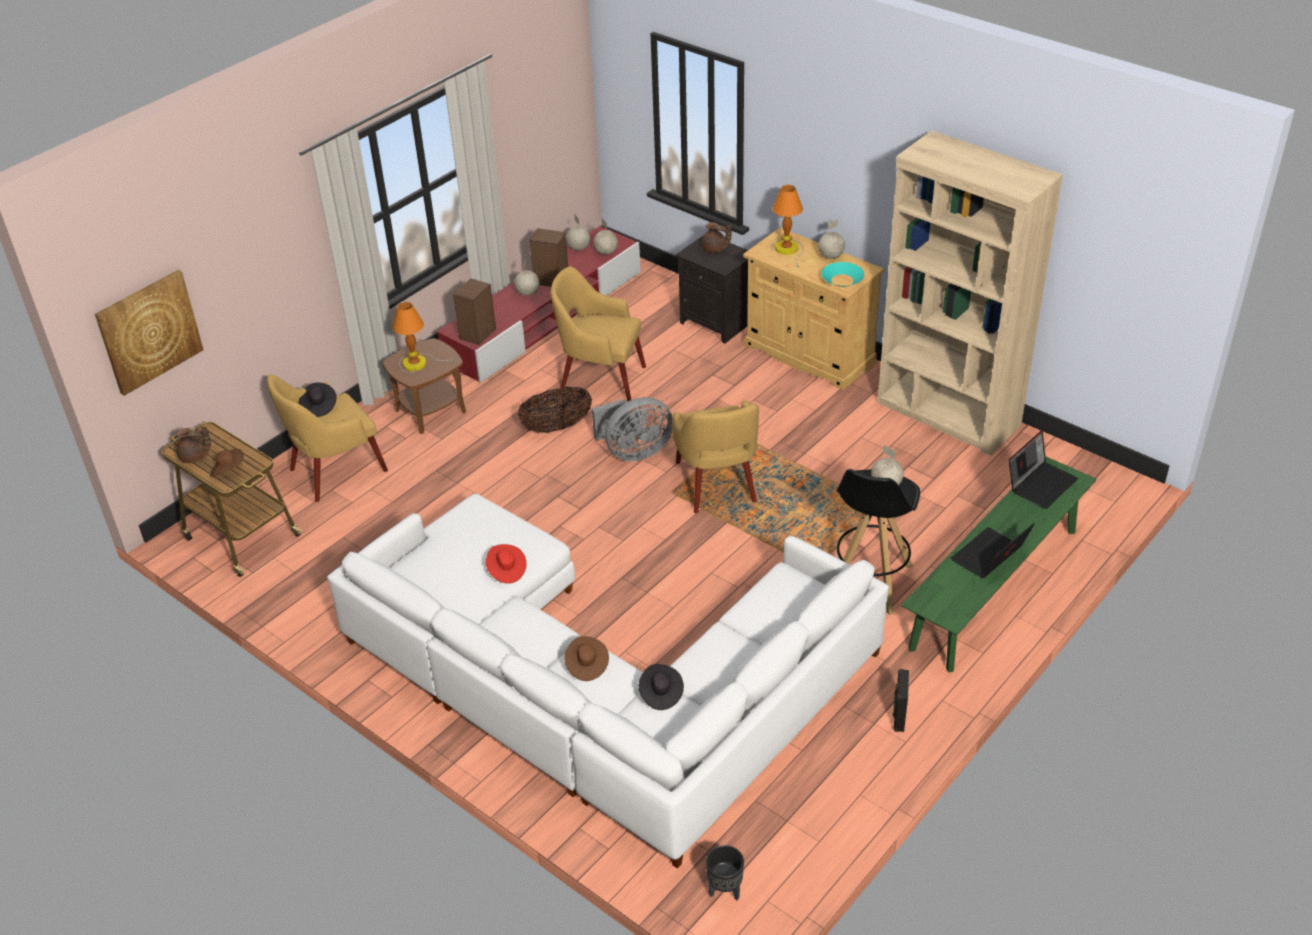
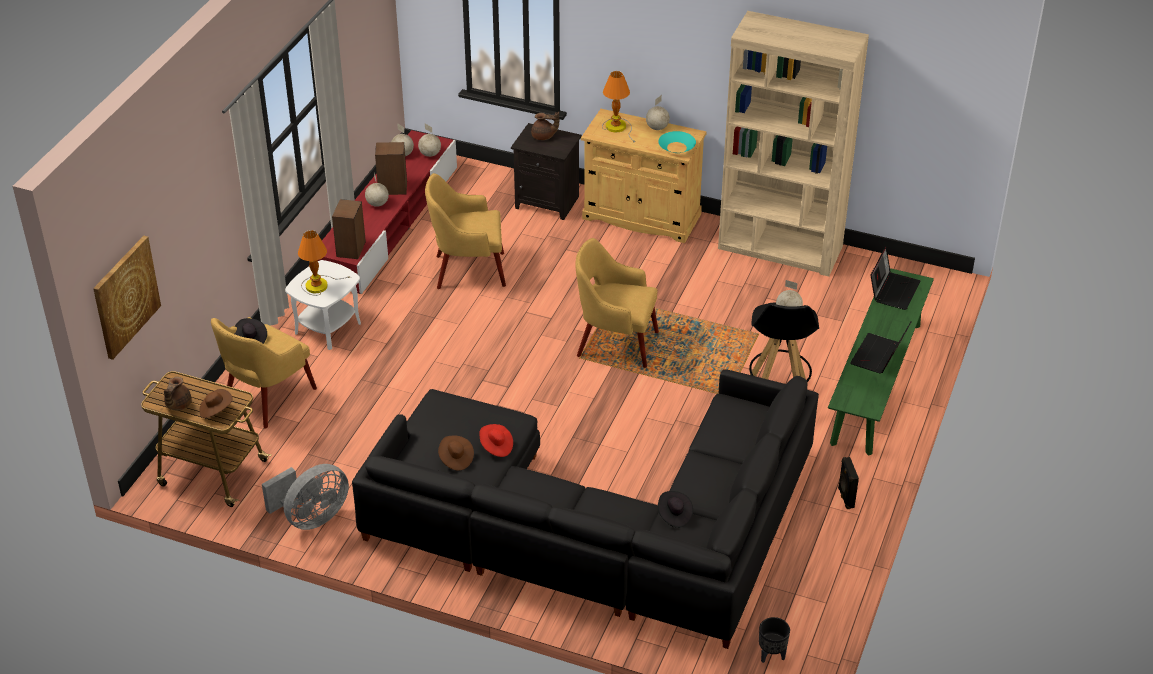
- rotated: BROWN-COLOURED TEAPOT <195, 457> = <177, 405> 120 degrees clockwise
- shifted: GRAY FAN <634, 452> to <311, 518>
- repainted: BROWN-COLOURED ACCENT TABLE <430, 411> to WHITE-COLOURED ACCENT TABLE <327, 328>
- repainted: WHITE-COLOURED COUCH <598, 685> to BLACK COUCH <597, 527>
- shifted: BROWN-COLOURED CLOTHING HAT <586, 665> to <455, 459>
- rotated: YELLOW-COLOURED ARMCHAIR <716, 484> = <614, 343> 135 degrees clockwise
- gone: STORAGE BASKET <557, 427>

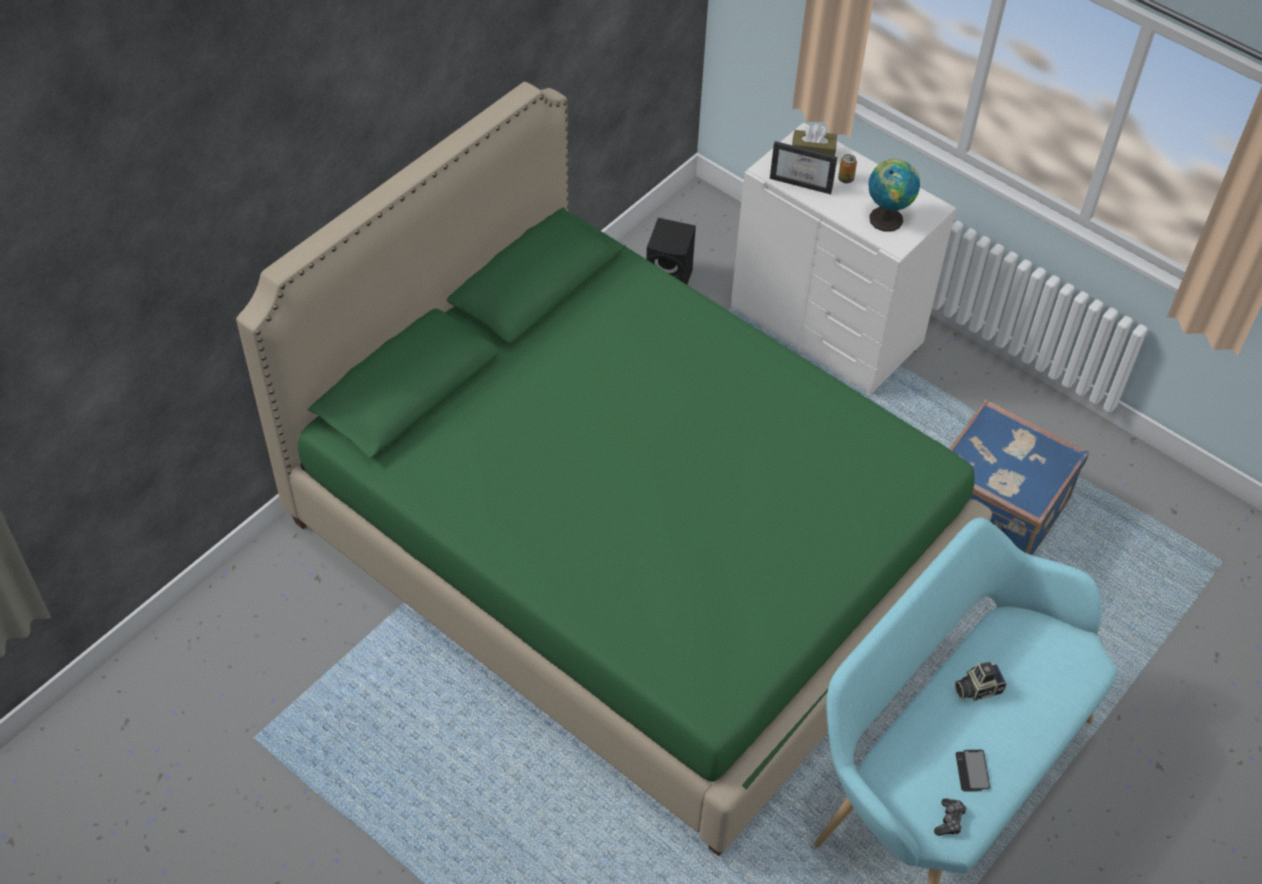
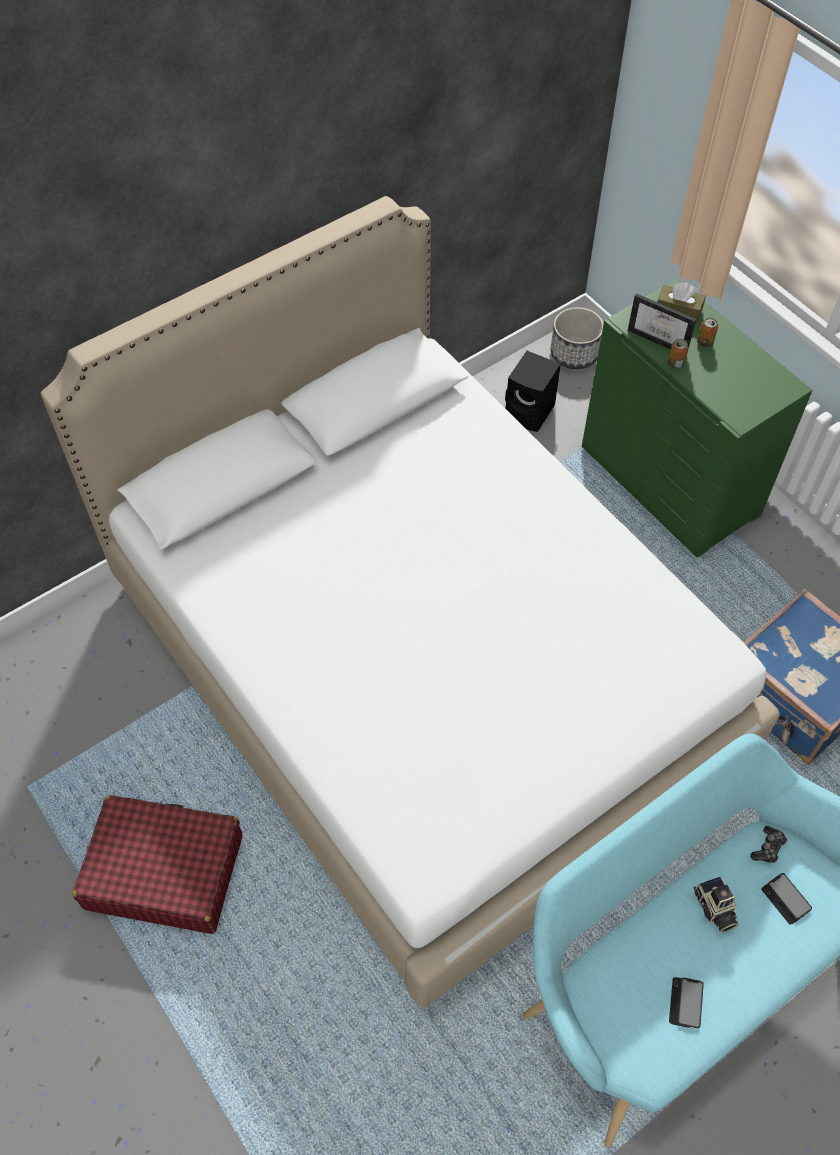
- repainted: GREEN-COLOURED BED <625, 550> to WHITE-COLOURED BED <419, 670>
- new: RED-COLOURED TRAVEL CASE <164, 871>
- new: FLOWER POT <574, 353>
- repainted: WHITE-COLOURED CHEST OF DRAWERS <827, 326> to GREEN-COLOURED CHEST OF DRAWERS <671, 481>
- new: SEALED CAN <675, 364>
- rotated: PHOTO CAMERA <977, 688> = <714, 909> 105 degrees counterclockwise
- shifted: JOYPAD <949, 820> to <768, 848>
- new: PHONE <786, 899>
- gone: WORLD GLOBE <887, 218>

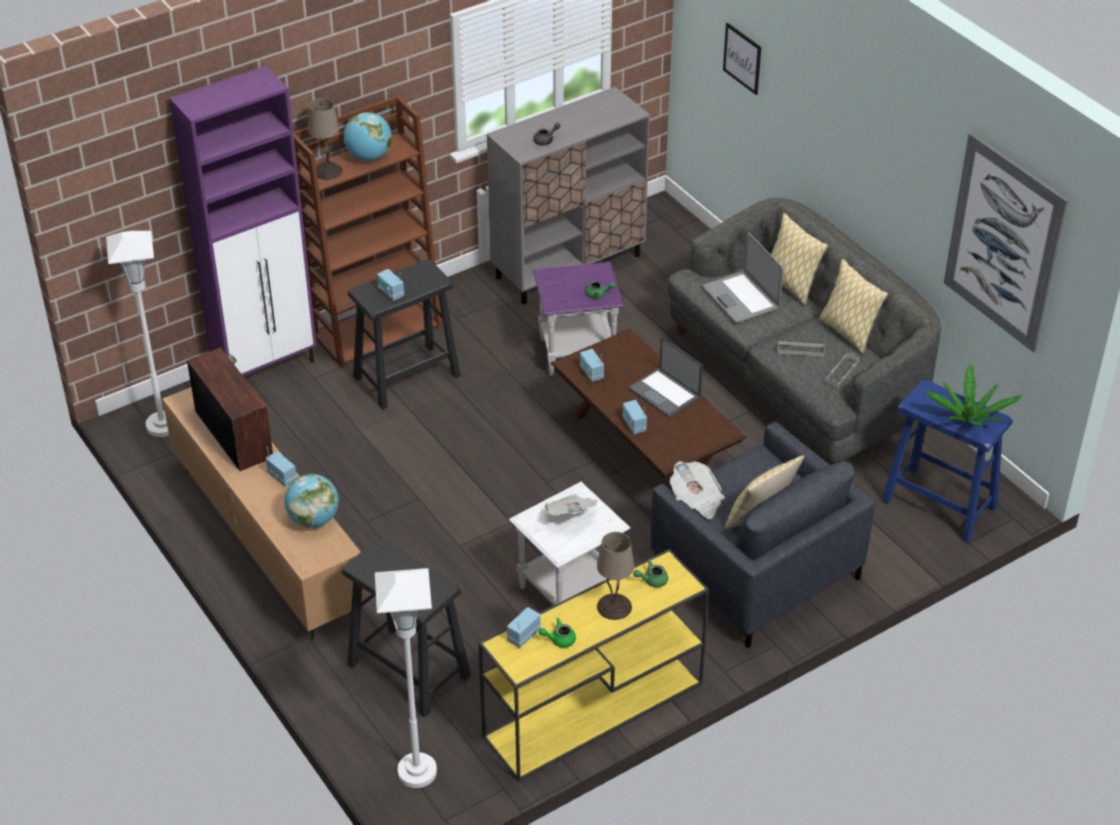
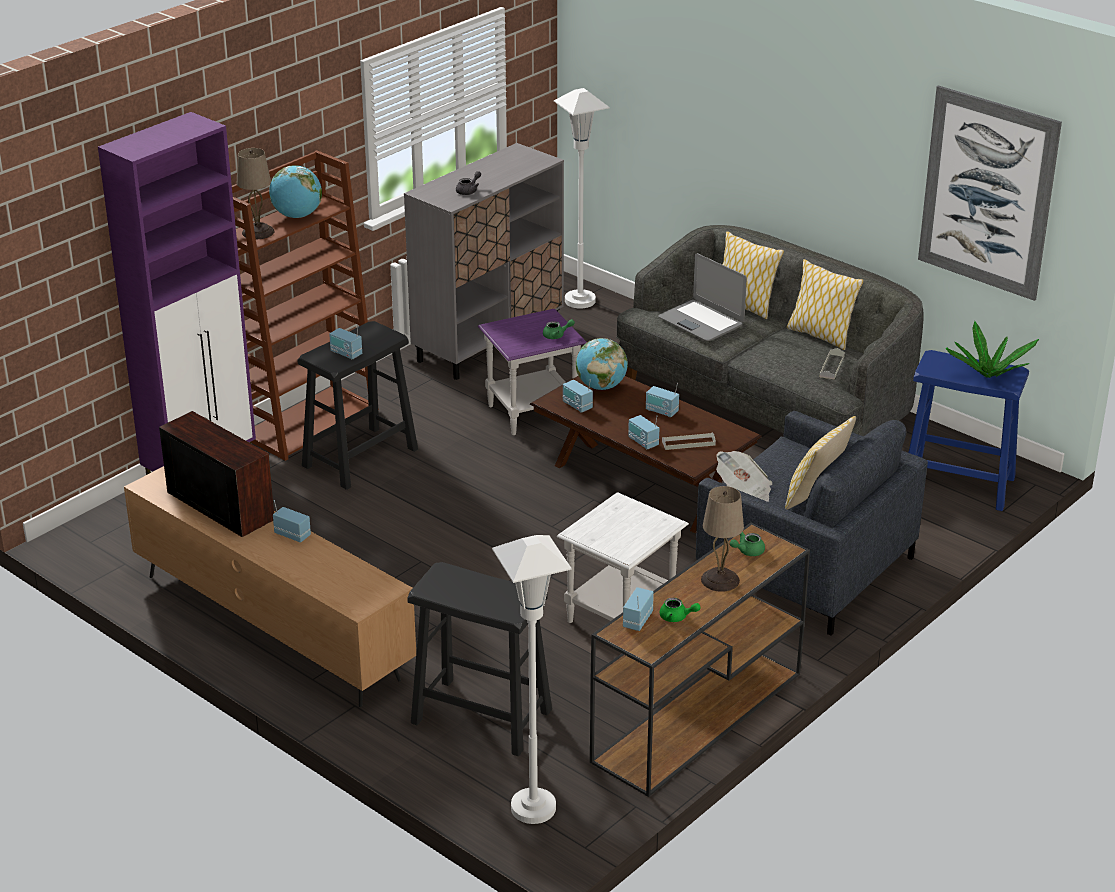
- shifted: WHITE-COLOURED STANDING LAMP <163, 425> to <580, 301>
- shifted: WORLD GLOBE <313, 520> to <601, 386>
- repainted: YELLOW-COLOURED CONSOLE TABLE <591, 711> to BROWN-COLOURED CONSOLE TABLE <696, 719>
- swapped: PORTABLE COMPUTER <665, 393> to RADIO <661, 411>
- rotated: GREEN-COLOURED TEAPOT <559, 639> = <677, 617> 135 degrees counterclockwise
- shifted: GRAY TRAY <801, 350> to <688, 443>
- gone: DAILY PAPER <570, 515>
- gone: PICTURE <742, 58>

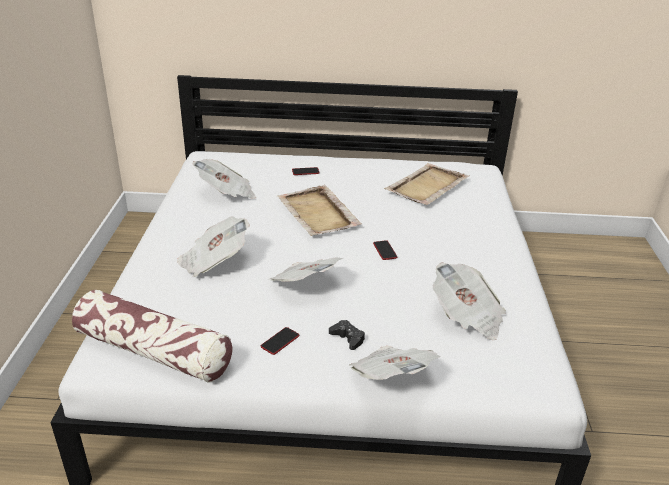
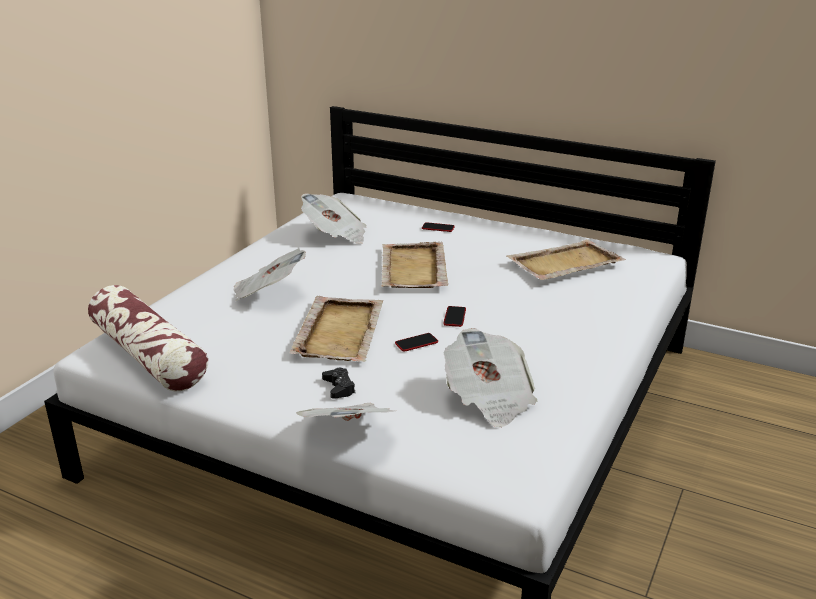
- swapped: DAILY PAPER <305, 285> to SAND-COLOURED TRAY <339, 331>
- shifted: PHONE <280, 341> to <416, 343>

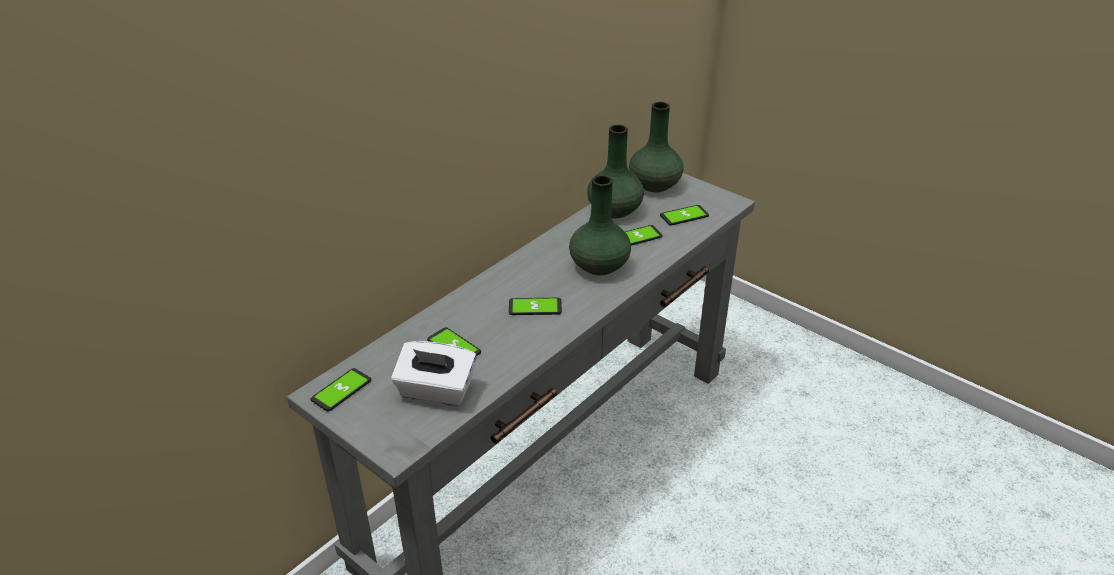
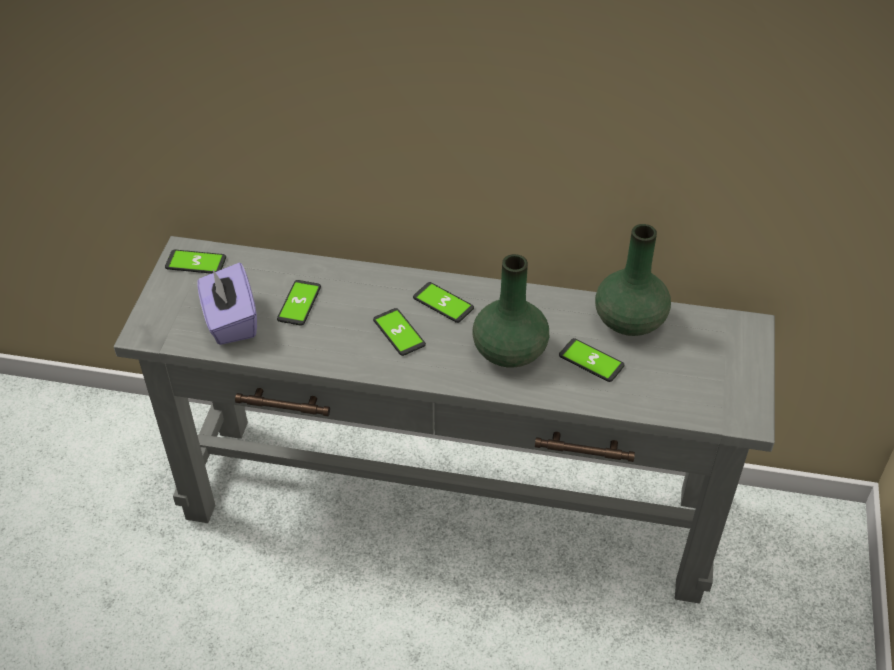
- repainted: WHITE-COLOURED TISSUE BOX <436, 391> to PURPLE TISSUE BOX <230, 321>
- shifted: PHONE <684, 216> to <443, 303>
- gone: GREEN-COLOURED DECORATIVE VASE <655, 185>

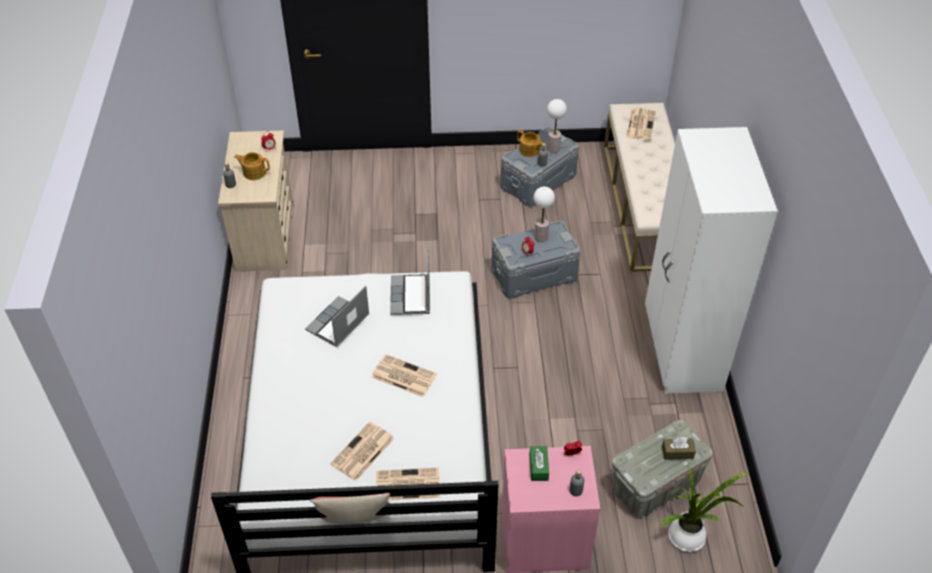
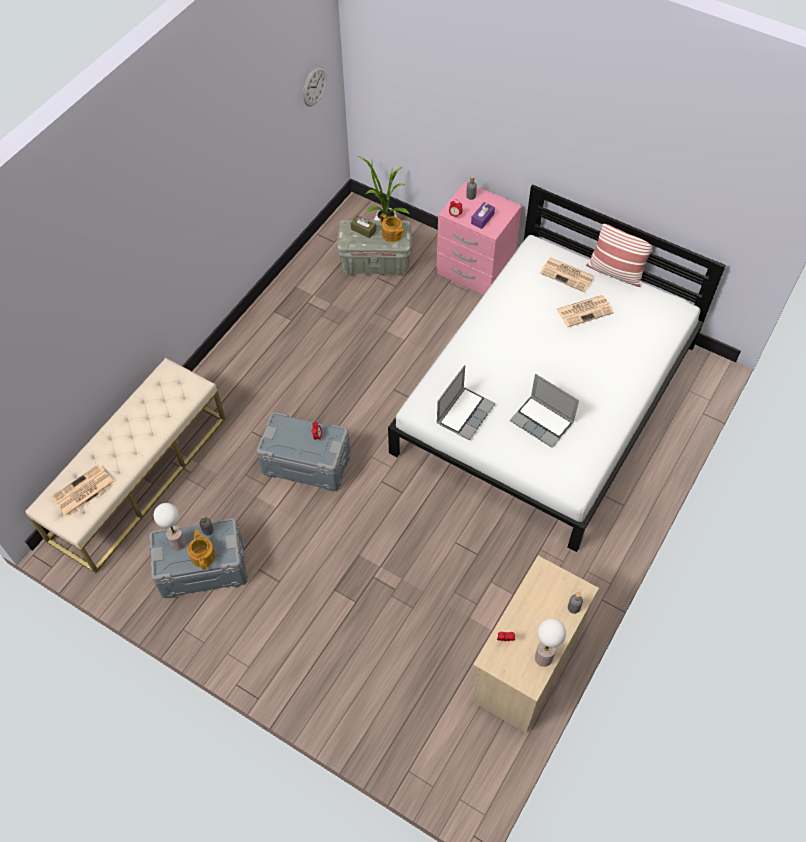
- new: WALL CLOCK <314, 86>
- shifted: TEAPOT <254, 172> to <392, 235>
- repainted: GREEN-COLOURED TISSUE BOX <538, 467> to PURPLE TISSUE BOX <482, 219>
- rotated: PORTABLE COMPUTER <338, 324> = <543, 422> 60 degrees clockwise
- shifted: TABLE LAMP <541, 237> to <543, 658>
- gone: DAILY PAPER <403, 376>
- gone: WHITE-COLOURED CLOTHES CUPBOARD <681, 350>

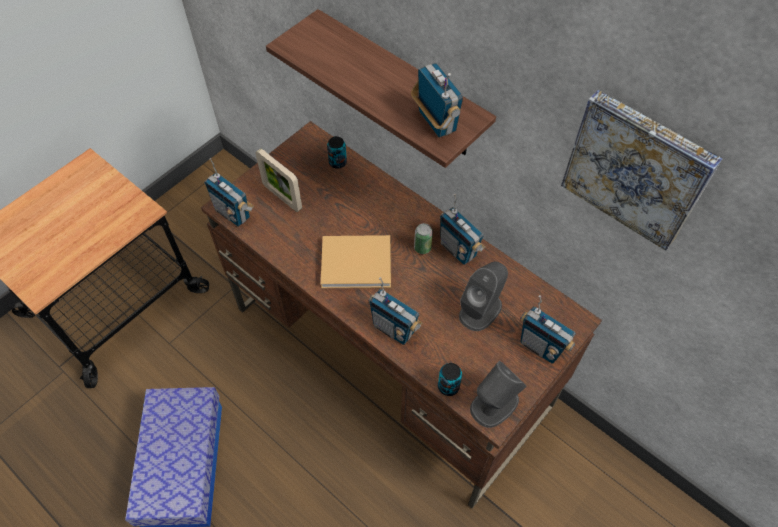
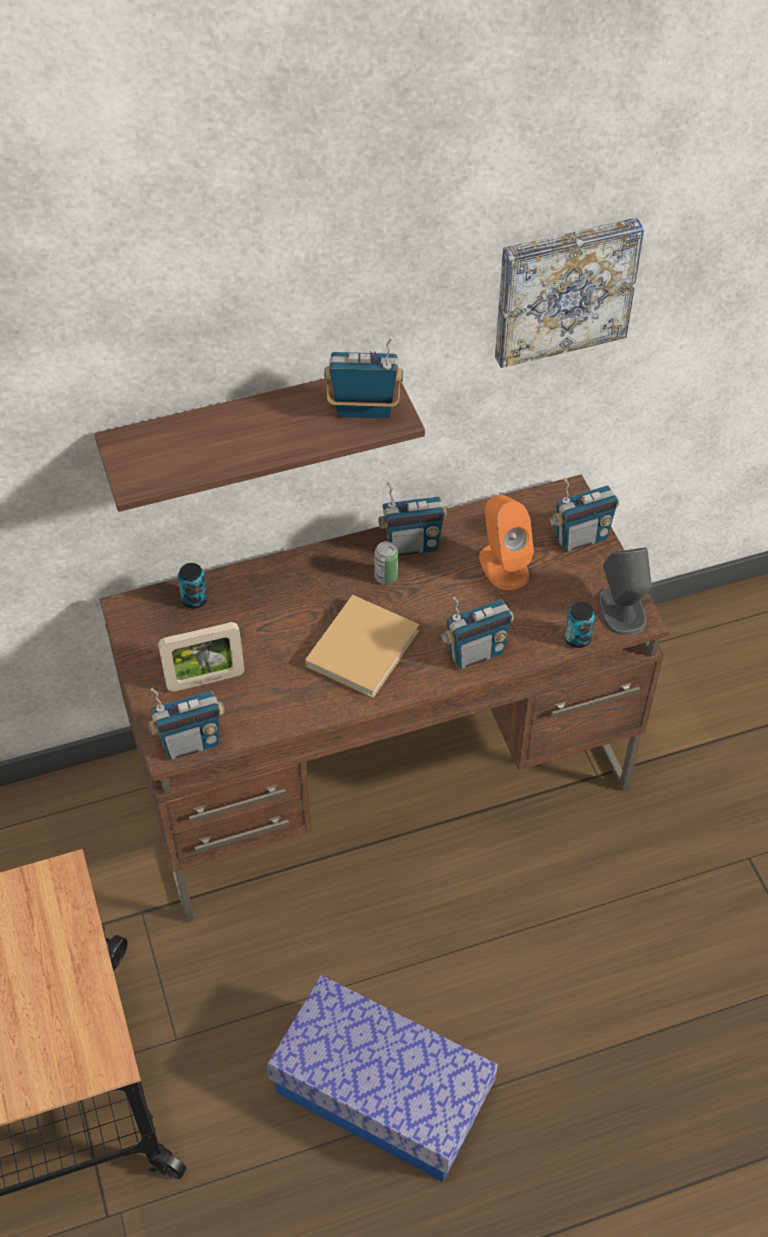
- repainted: GRAY SPEAKER <480, 310> to ORANGE SPEAKER <503, 565>

